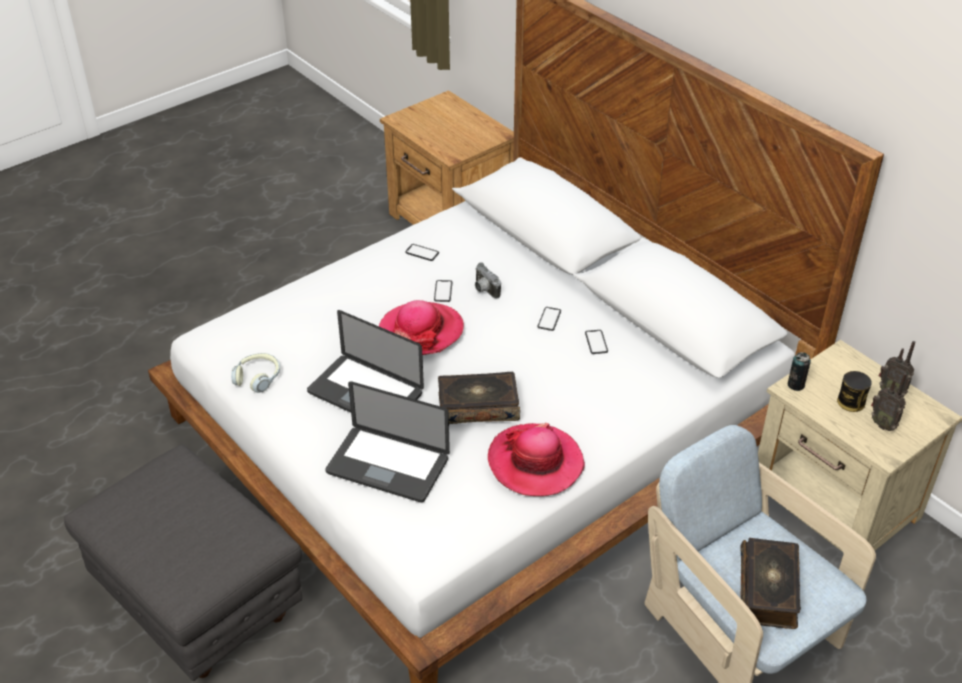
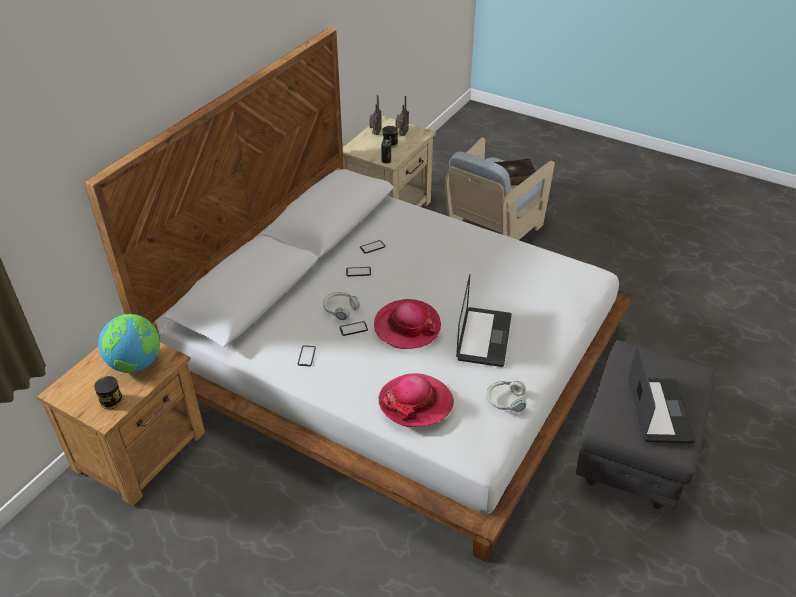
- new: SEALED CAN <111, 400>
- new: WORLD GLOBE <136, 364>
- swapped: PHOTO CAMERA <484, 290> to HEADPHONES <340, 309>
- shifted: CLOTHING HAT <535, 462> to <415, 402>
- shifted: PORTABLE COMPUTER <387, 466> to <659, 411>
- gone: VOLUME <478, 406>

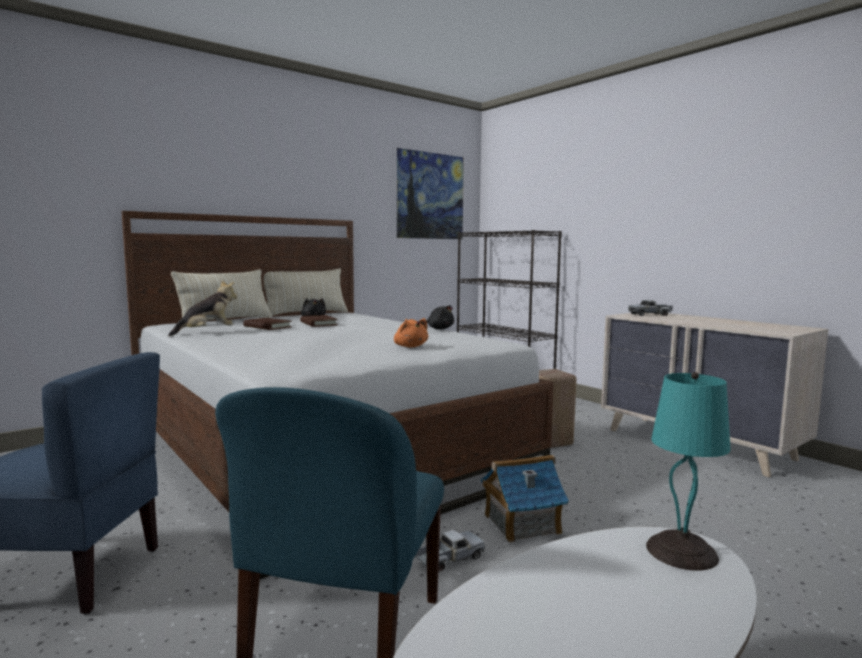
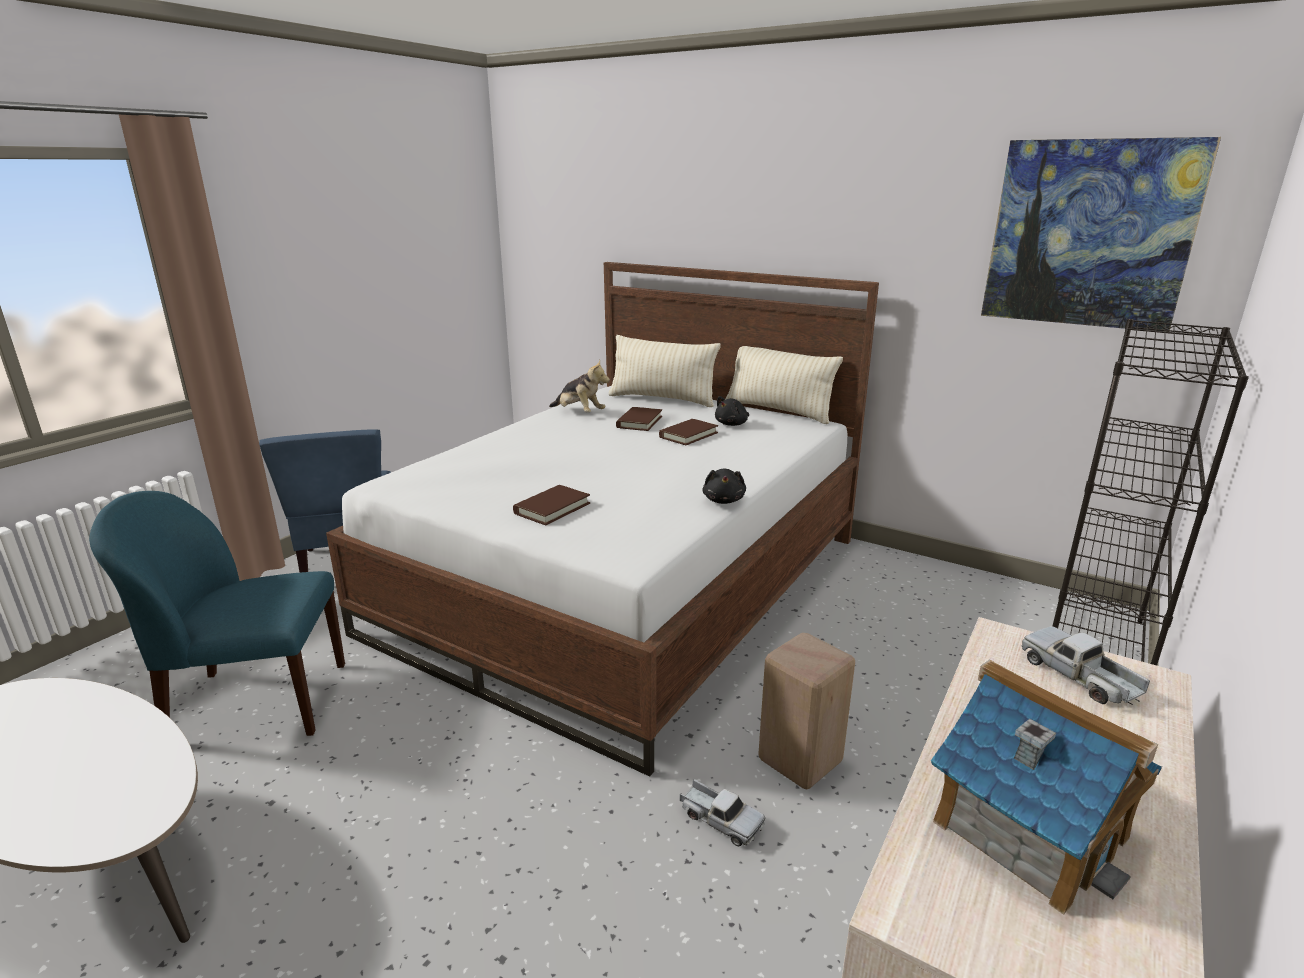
- swapped: ORANGE SOFT TOY <410, 346> to BROWN-COLOURED VOLUME <552, 508>
- shifted: TOY LORRY <449, 559> to <720, 820>
- shifted: MINIATURE HOUSE <521, 524> to <1029, 829>
- gone: BLUE-GREEN TABLE LAMP <682, 551>

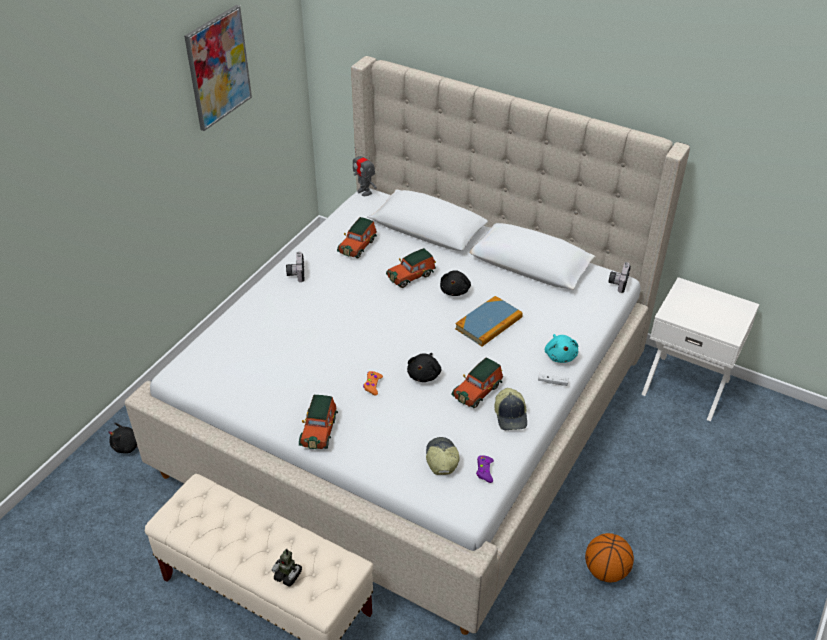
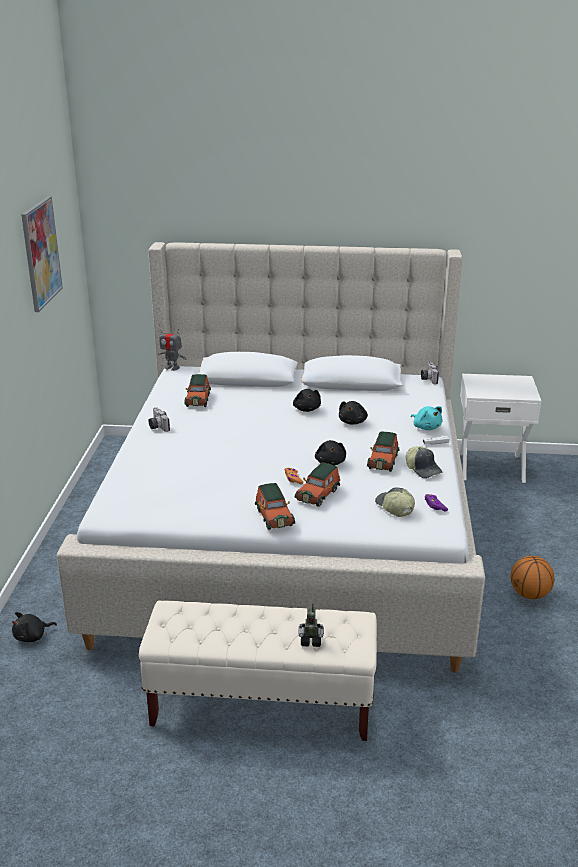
- shifted: TOY CAR <412, 275> to <318, 494>
- swapped: VOLUME <488, 323> to BLACK SOFT TOY <353, 422>

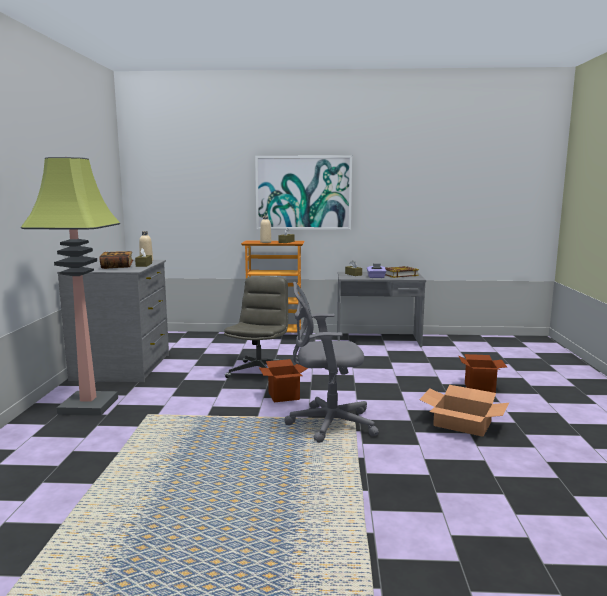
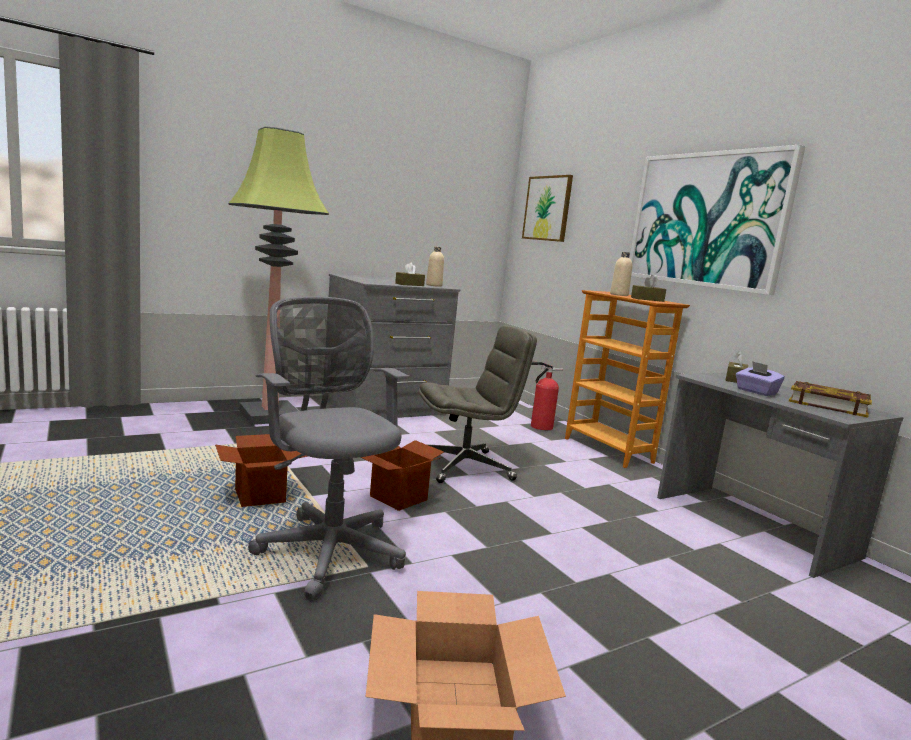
- shifted: CARTON <479, 388> to <259, 496>
- new: PICTURE <547, 208>
- new: EXTINGUISHER <539, 427>
- gone: VOLUME <117, 267>

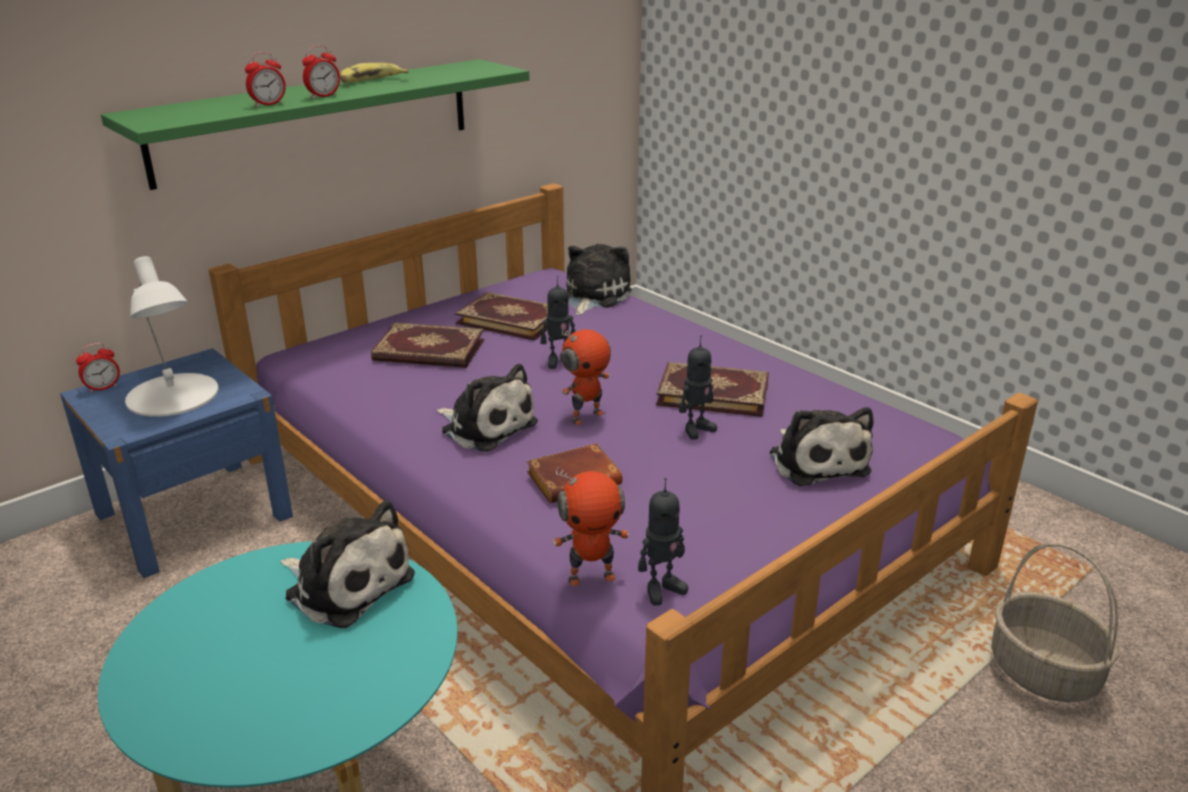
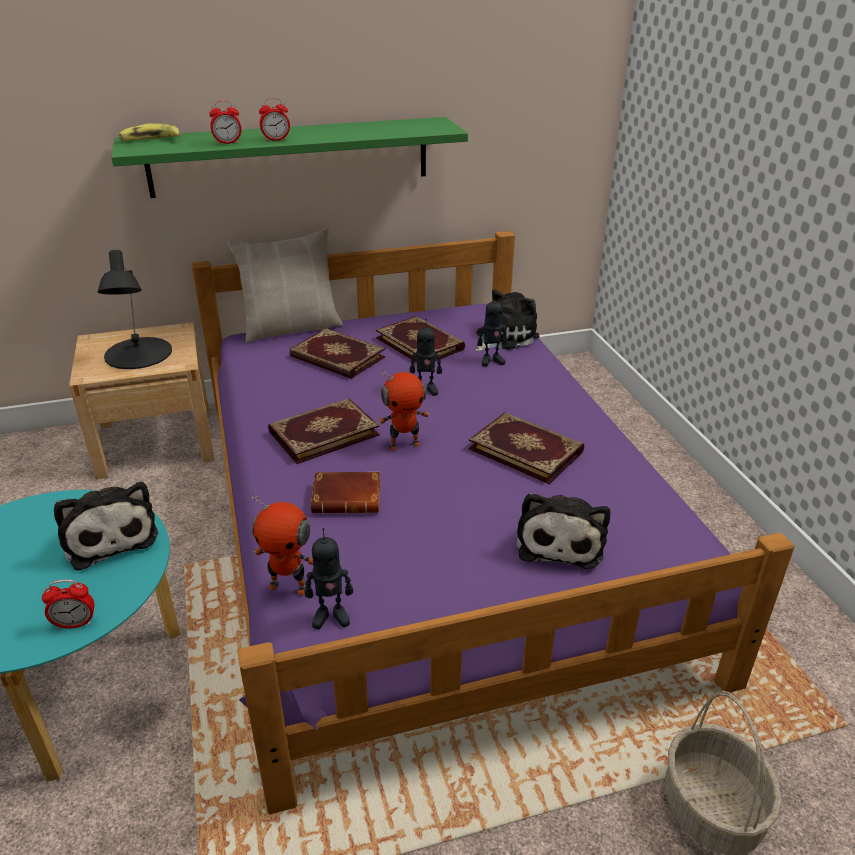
- shifted: TABLE CLOCK <103, 388> to <75, 624>
- repainted: BLUISH BEDSIDE TABLE <194, 515> to SAND-COLOURED BEDSIDE TABLE <156, 441>
- repainted: WHITE-COLOURED TABLE LAMP <172, 395> to BLACK TABLE LAMP <137, 354>
- shifted: WHOLE BANANA <371, 82> to <151, 141>
- new: SAND-COLOURED THROW PILLOW <291, 328>
- swapped: SOFT TOY <486, 426> to VOLUME <323, 433>
- shifted: MODEL ROBOT <696, 429> to <491, 361>

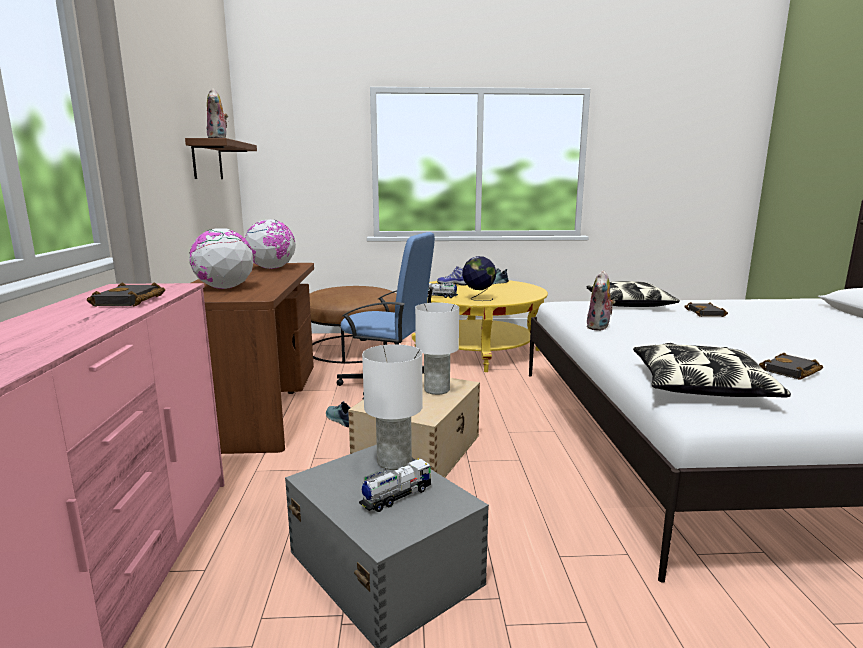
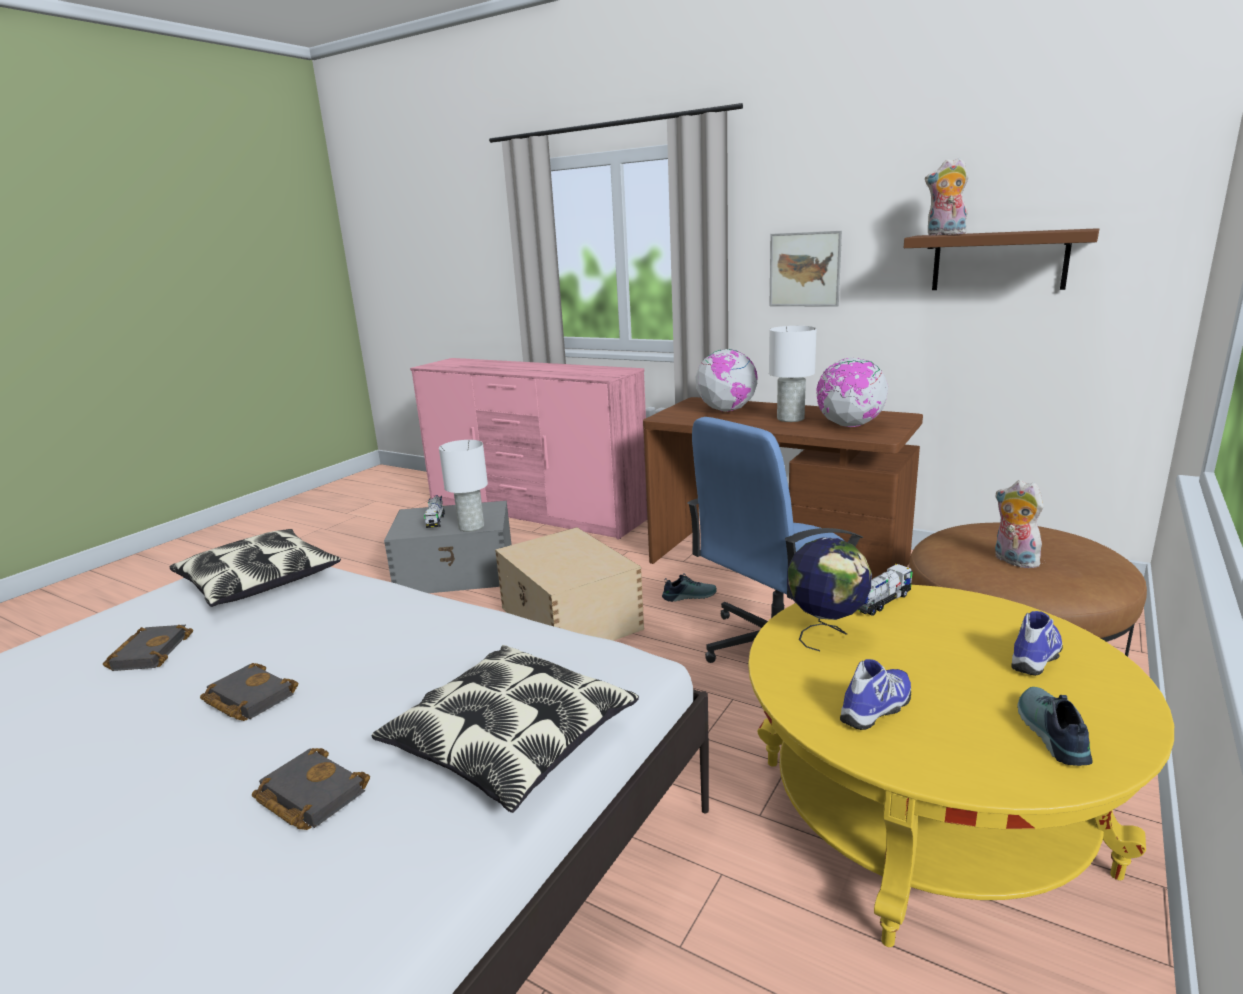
- shifted: BLACK VOLUME <130, 301> to <247, 698>
- new: PICTURE <804, 269>
- shifted: WHITE-COLOURED TABLE LAMP <437, 390> to <790, 419>
- new: ITEM OF FOOTWEAR <878, 708>
- shifted: SOFT TOY <599, 327> to <1013, 561>

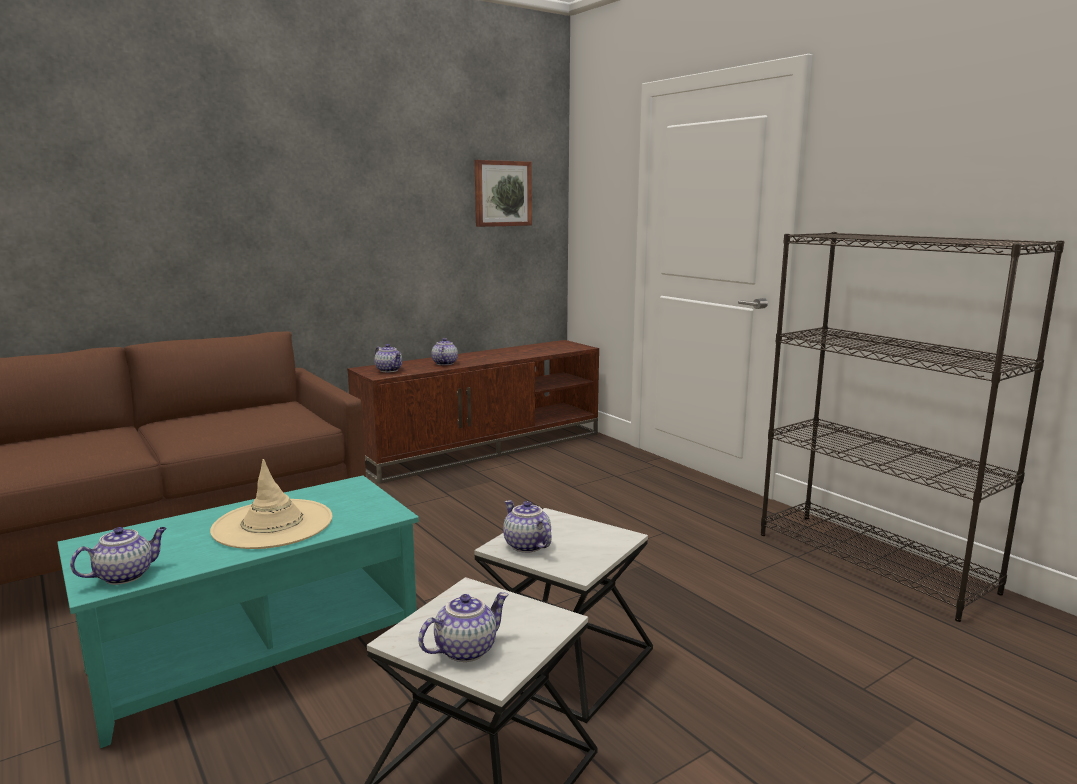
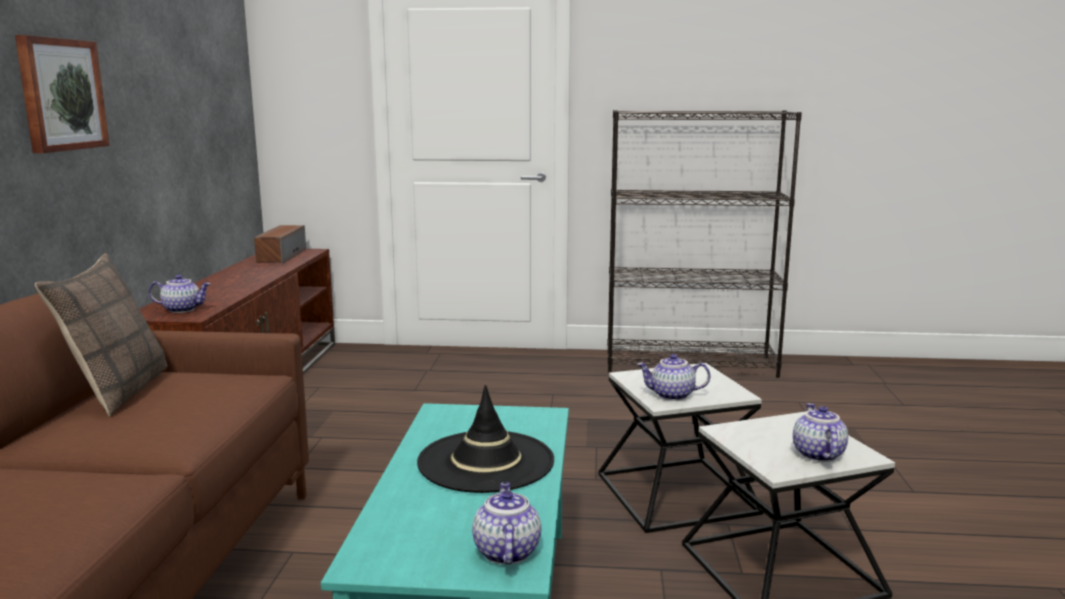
- shifted: PICTURE <502, 193> to <61, 94>
- new: THROW PILLOW <118, 391>
- new: SPEAKER <281, 255>
- repainted: SAND-COLOURED CLOTHING HAT <273, 524> to BLACK CLOTHING HAT <486, 462>
- gone: TEAPOT <444, 363>

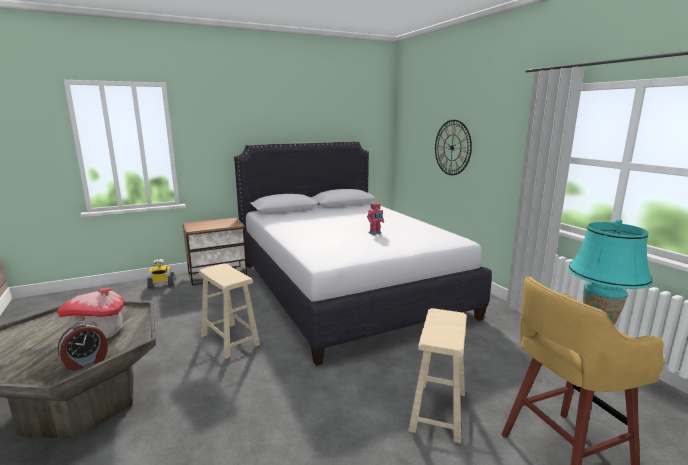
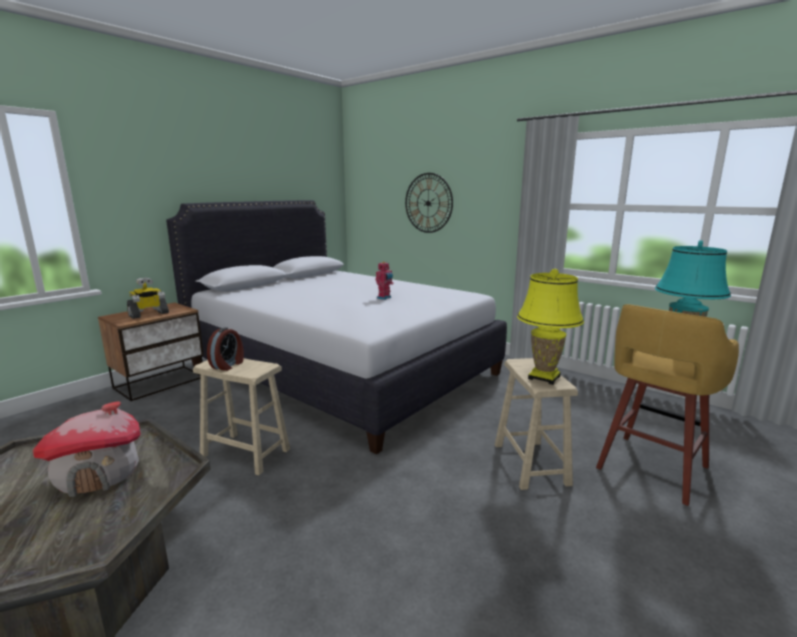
- shifted: MODEL ROBOT <161, 285> to <148, 314>
- shifted: TABLE CLOCK <86, 362> to <228, 365>
- new: YELLOW-COLOURED TABLE LAMP <544, 377>

